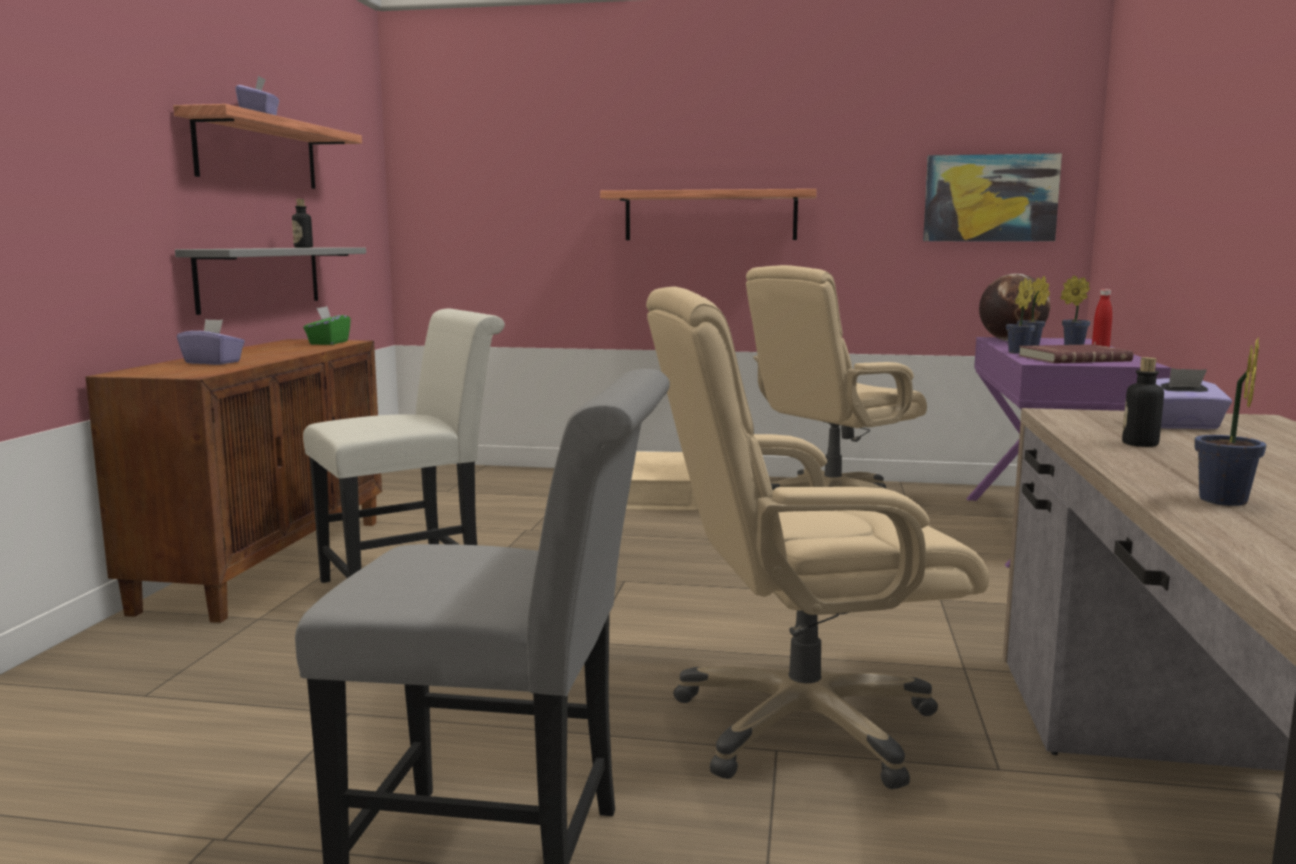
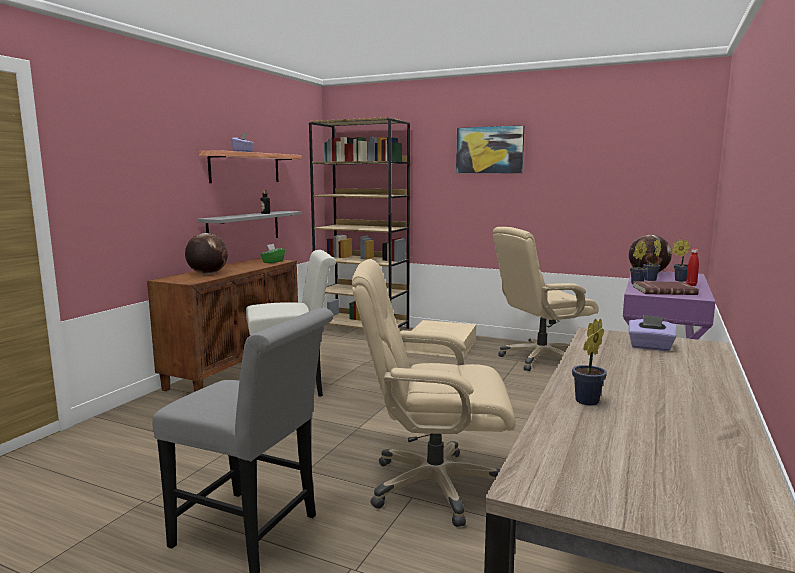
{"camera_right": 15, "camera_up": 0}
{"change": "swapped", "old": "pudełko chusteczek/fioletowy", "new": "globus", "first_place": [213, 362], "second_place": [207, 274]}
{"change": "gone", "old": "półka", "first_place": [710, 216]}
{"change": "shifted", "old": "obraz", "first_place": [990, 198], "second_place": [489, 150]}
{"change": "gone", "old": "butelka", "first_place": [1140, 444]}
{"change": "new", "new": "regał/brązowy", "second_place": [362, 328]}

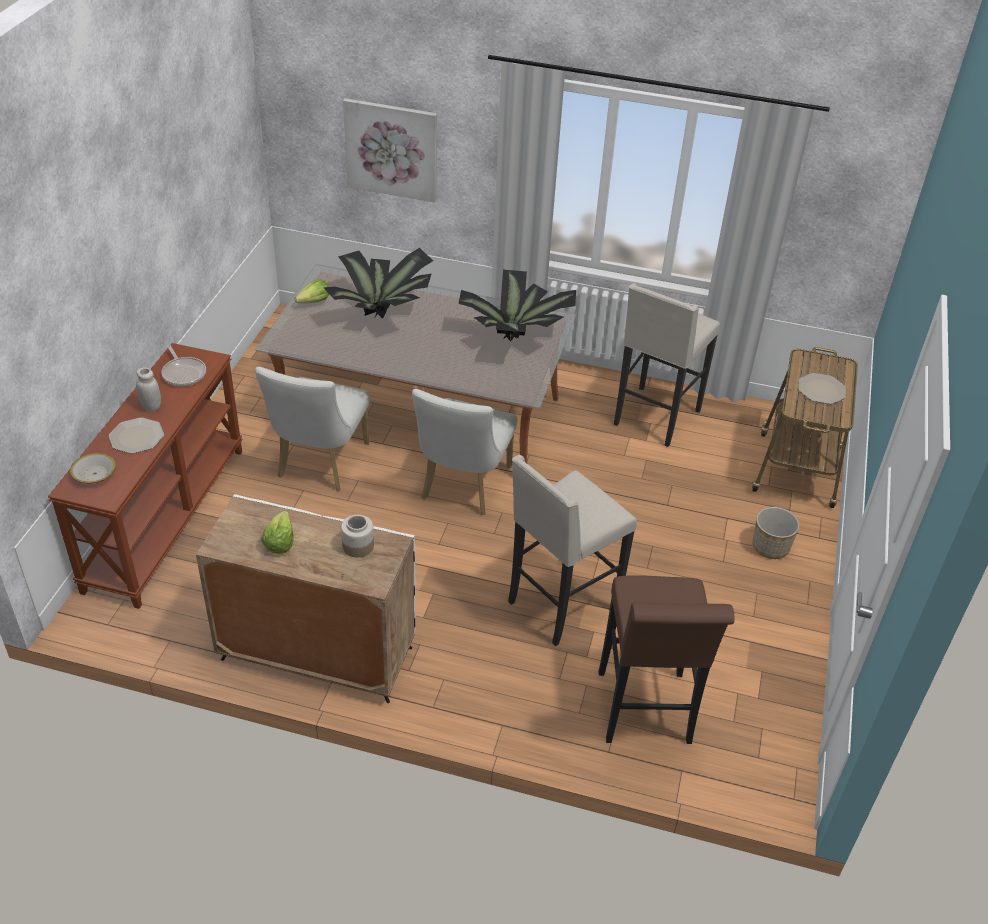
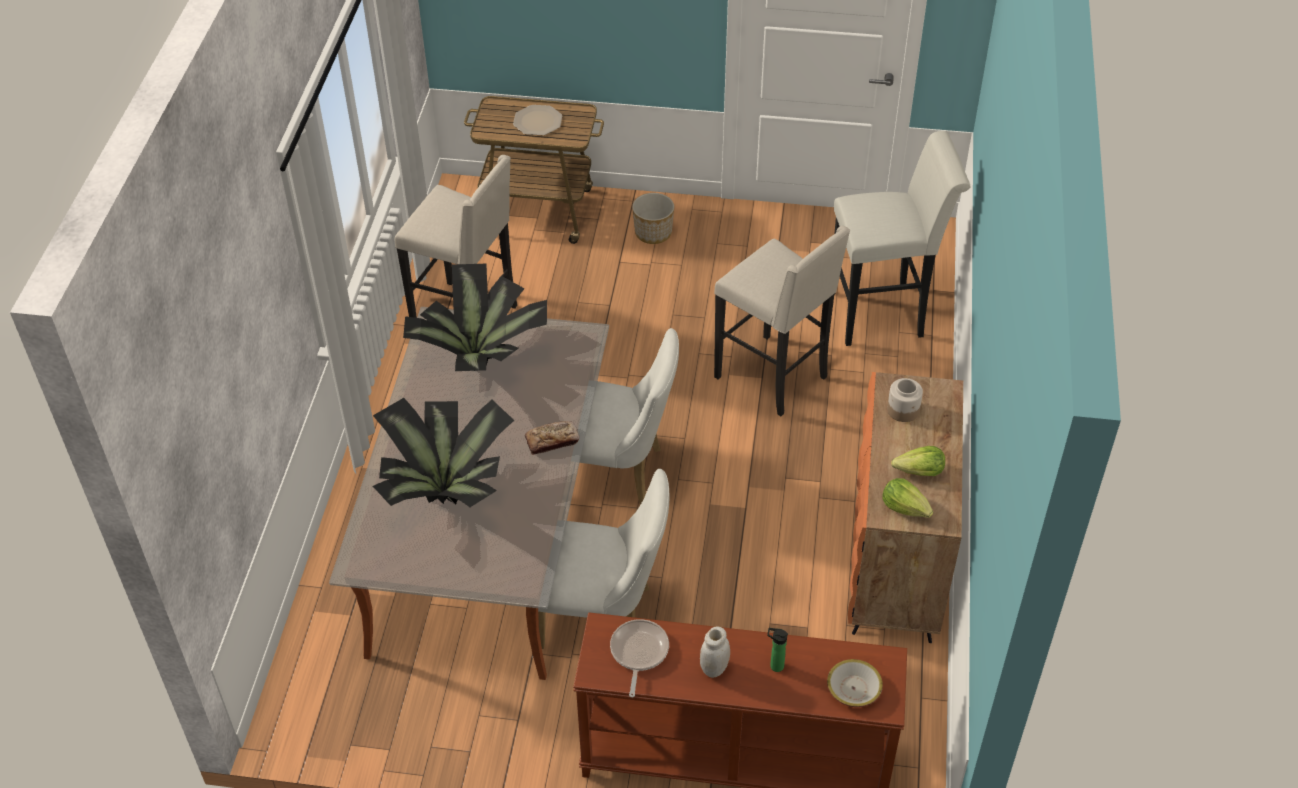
{"camera_right": -95, "camera_up": 5}
{"change": "swapped", "old": "talerz", "new": "butelka", "first_place": [137, 436], "second_place": [774, 666]}
{"change": "rotated", "old": "patelnia", "first_place": [183, 373], "second_place": [638, 652], "degrees": -45}
{"change": "repainted", "old": "szafka/biały", "new": "szafka/pomarańczowy", "first_place": [315, 654], "second_place": [896, 561]}
{"change": "shifted", "old": "sałata", "first_place": [314, 302], "second_place": [905, 507]}
{"change": "gone", "old": "obraz", "first_place": [392, 149]}
{"change": "repainted", "old": "stołek/brązowy", "new": "stołek/biały", "first_place": [645, 714], "second_place": [884, 313]}
{"change": "new", "new": "chleb", "second_place": [552, 441]}

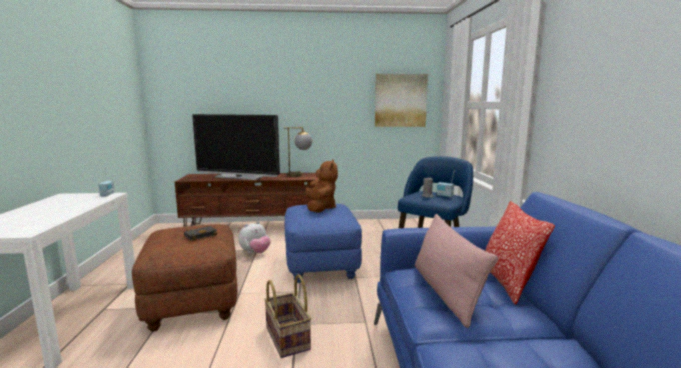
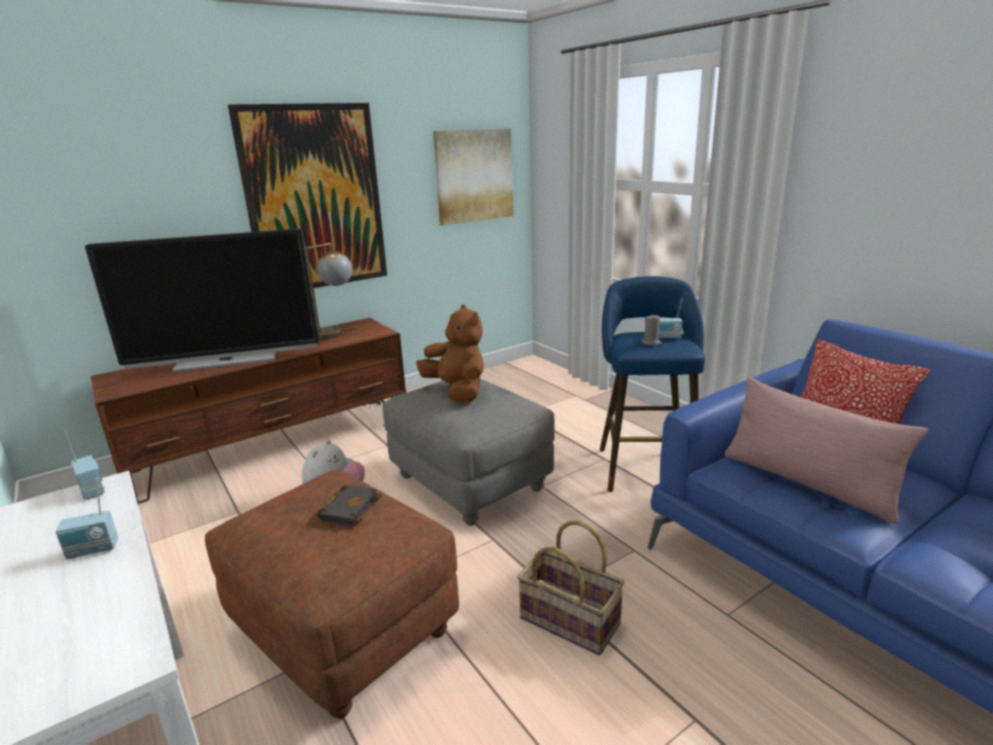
{"camera_right": -30, "camera_up": 10}
{"change": "repainted", "old": "pufa/niebieski", "new": "pufa/szary", "first_place": [321, 265], "second_place": [471, 482]}
{"change": "new", "new": "radio", "second_place": [93, 551]}
{"change": "new", "new": "obraz", "second_place": [315, 199]}

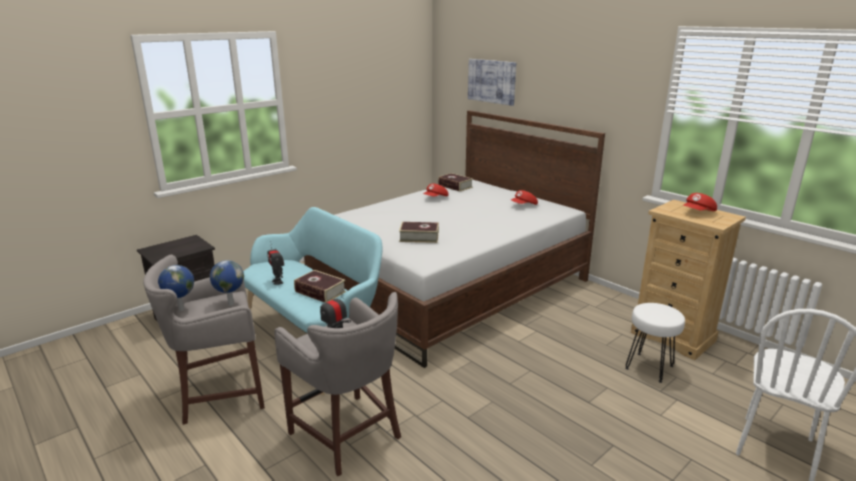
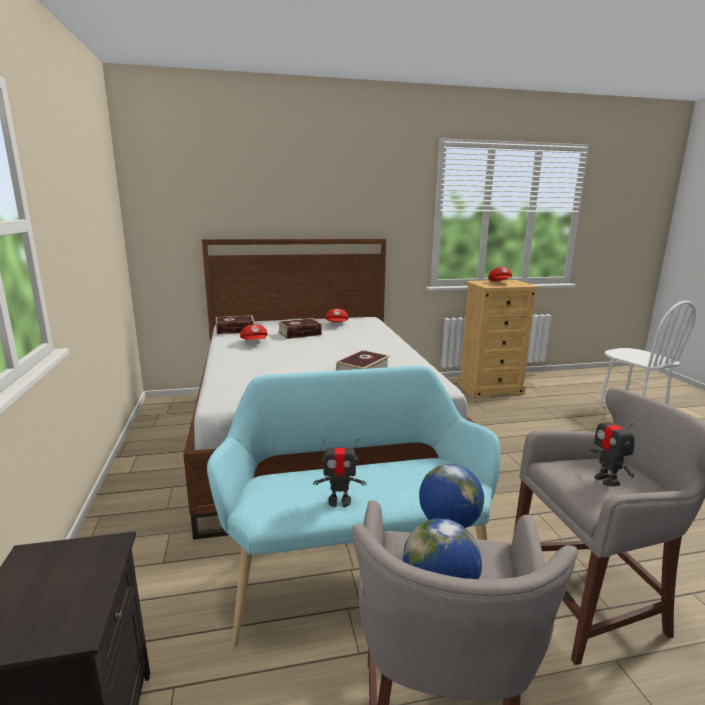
{"camera_right": -60, "camera_up": -5}
{"change": "shifted", "old": "książka", "first_place": [320, 292], "second_place": [300, 333]}
{"change": "gone", "old": "obraz", "first_place": [491, 81]}
{"change": "gone", "old": "stołek/biały", "first_place": [649, 367]}

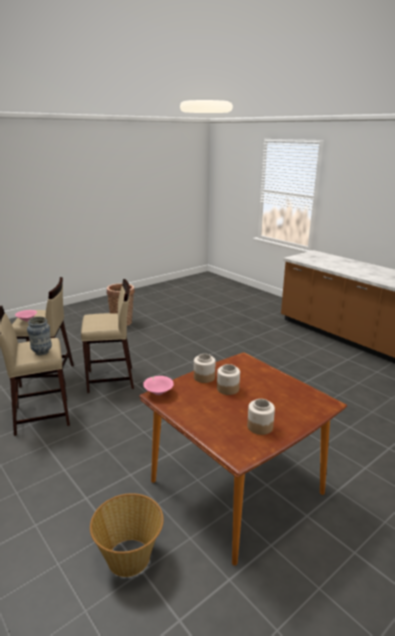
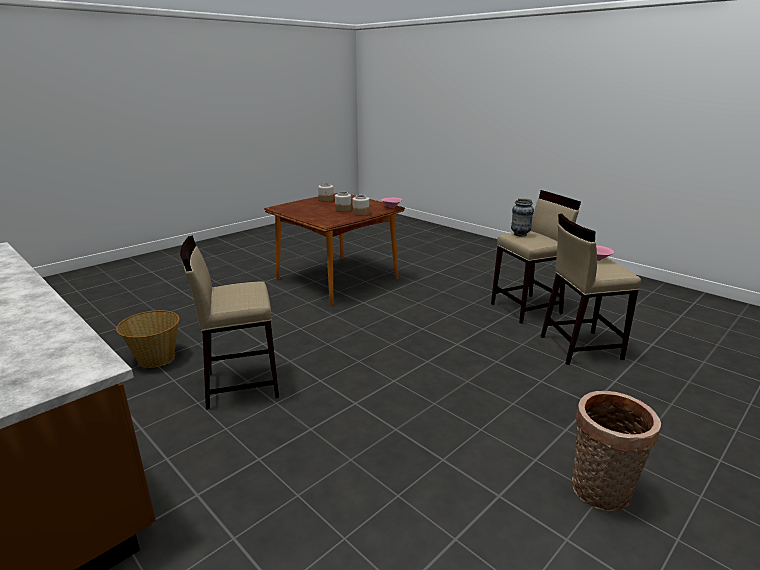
{"camera_right": 175, "camera_up": 0}
{"change": "shifted", "old": "stołek/beżowy", "first_place": [111, 380], "second_place": [241, 384]}
{"change": "shifted", "old": "koszyk", "first_place": [129, 557], "second_place": [155, 358]}

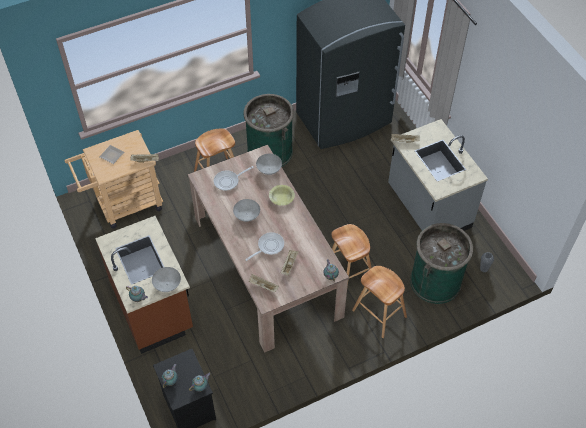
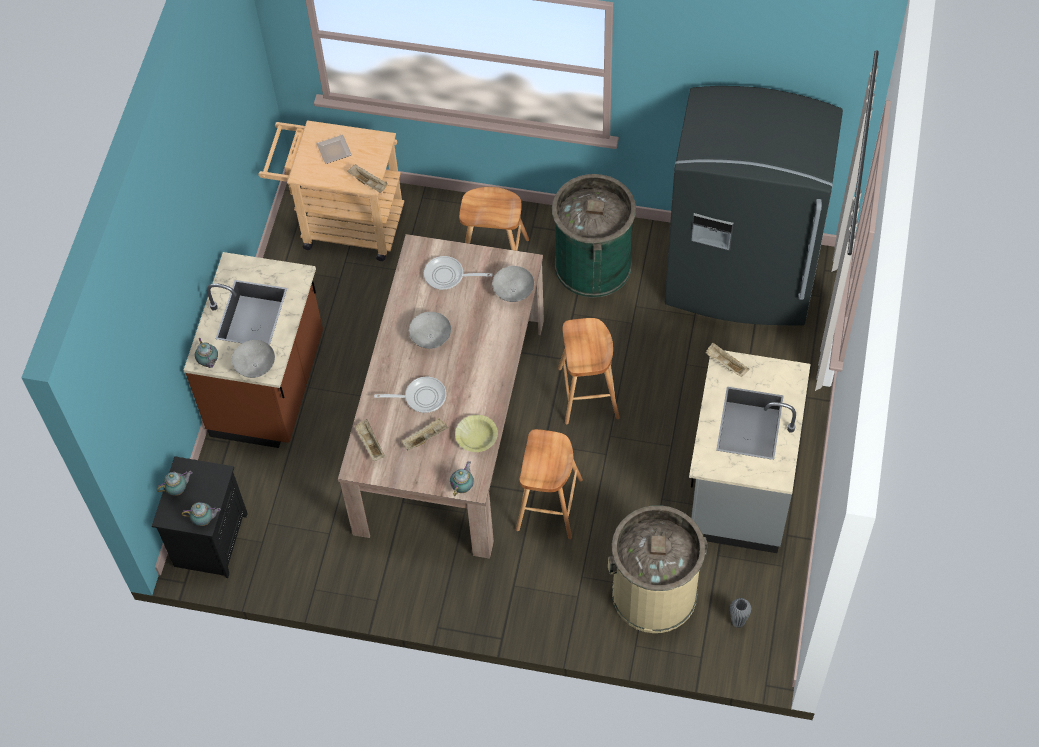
{"camera_right": 40, "camera_up": 5}
{"change": "shifted", "old": "miska/żółty", "first_place": [281, 198], "second_place": [476, 437]}
{"change": "shifted", "old": "stołek/brązowy", "first_place": [379, 313], "second_place": [588, 392]}
{"change": "repainted", "old": "kosz na śmieci/zielony", "new": "kosz na śmieci/beżowy", "first_place": [435, 281], "second_place": [654, 593]}

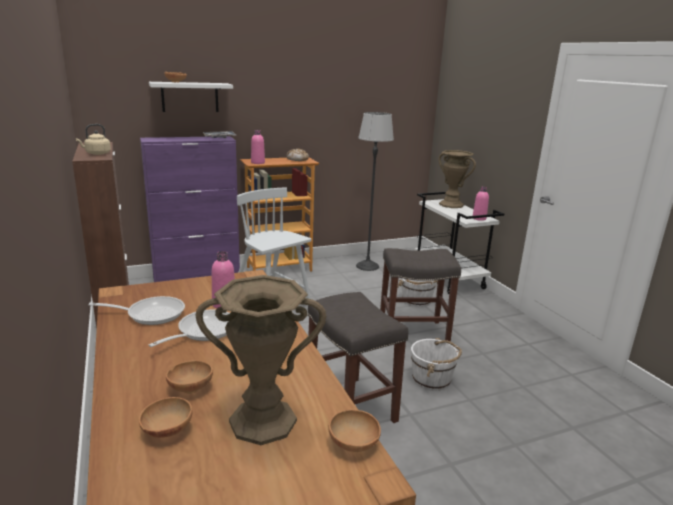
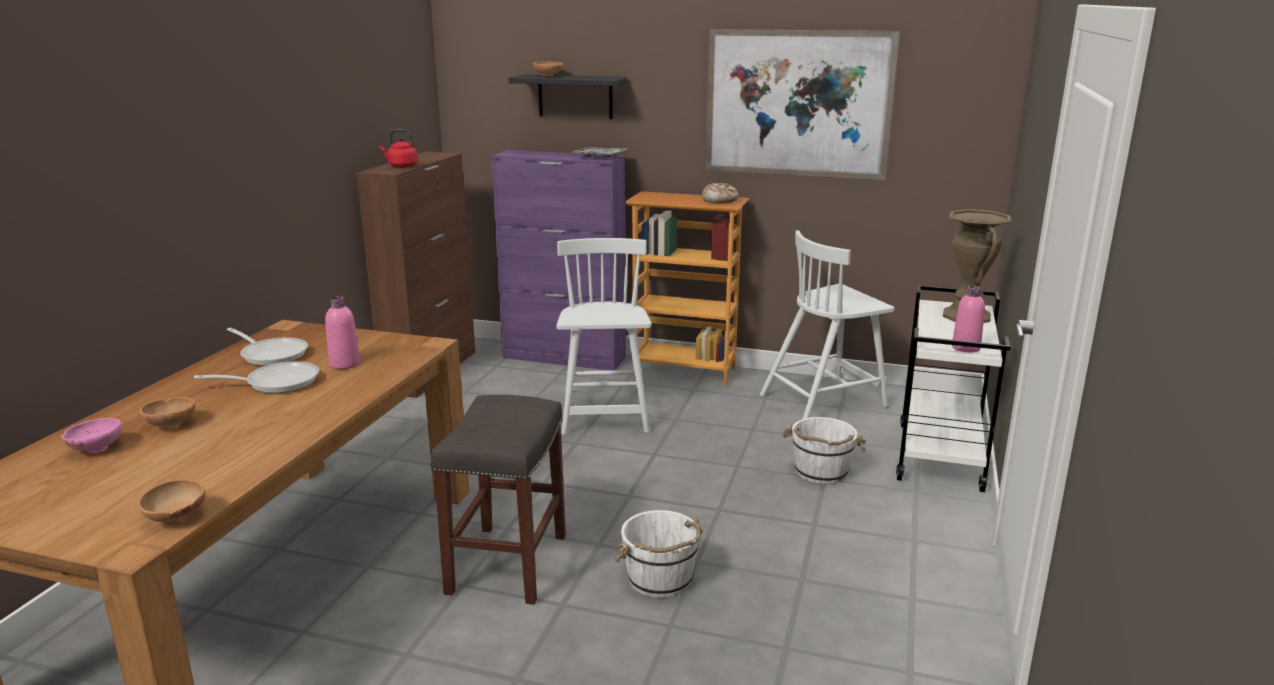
{"camera_right": 40, "camera_up": 0}
{"change": "repainted", "old": "czajnik/beżowy", "new": "czajnik/czerwony", "first_place": [96, 153], "second_place": [401, 166]}
{"change": "repainted", "old": "miska/brązowy", "new": "miska/różowy", "first_place": [166, 431], "second_place": [96, 448]}
{"change": "repainted", "old": "półka/biały", "new": "półka/czarny", "first_place": [190, 97], "second_place": [575, 96]}
{"change": "gone", "old": "wazon/brązowy", "first_place": [262, 421]}
{"change": "gone", "old": "butelka/różowy", "first_place": [258, 162]}
{"change": "swapped", "old": "lampa stojąca", "new": "krzesło/biały", "first_place": [367, 266], "second_place": [824, 400]}
{"change": "gone", "old": "stołek/szary", "first_place": [414, 332]}
{"change": "new", "new": "obraz", "second_place": [797, 104]}

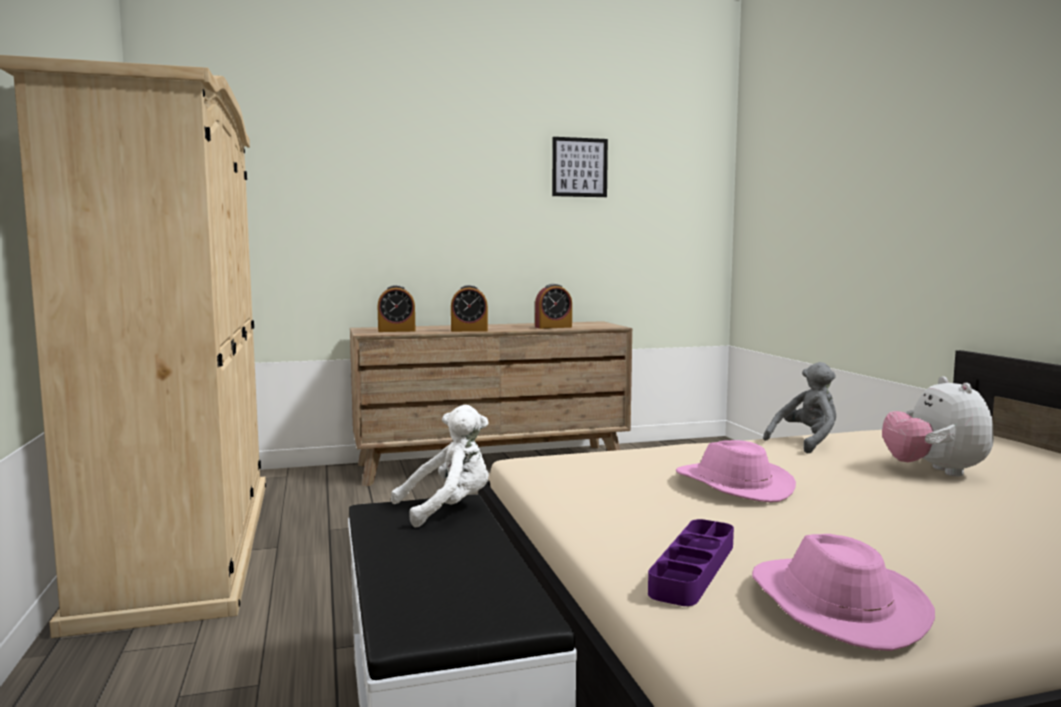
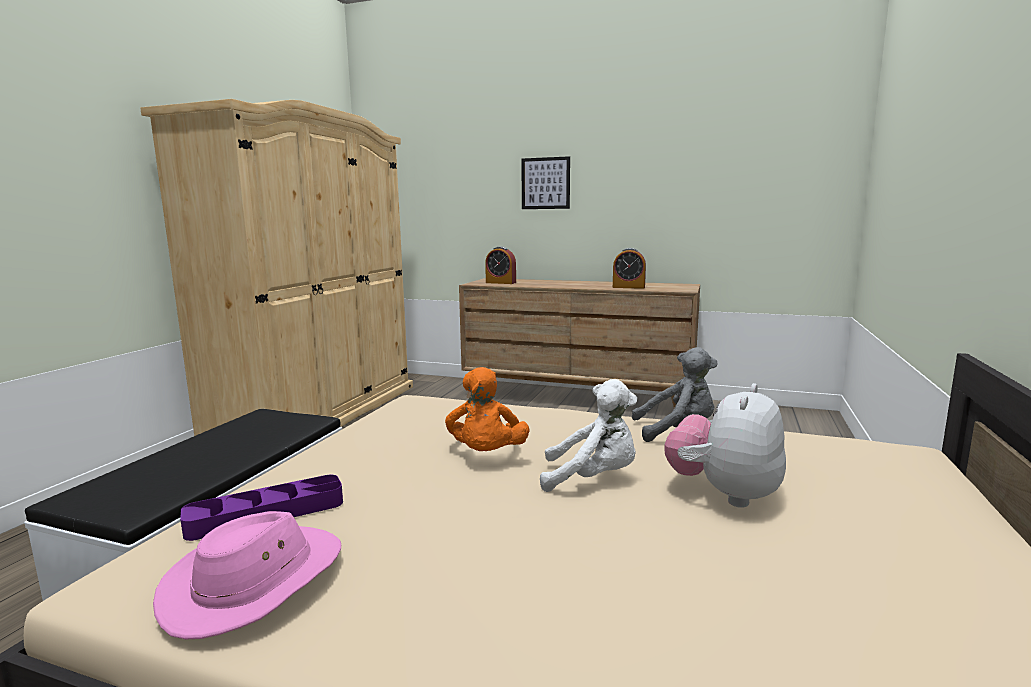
{"camera_right": 35, "camera_up": 5}
{"change": "shifted", "old": "pluszak/biały", "first_place": [448, 509], "second_place": [593, 479]}
{"change": "gone", "old": "budzik", "first_place": [469, 330]}
{"change": "shifted", "old": "obraz", "first_place": [579, 167], "second_place": [545, 183]}
{"change": "swapped", "old": "kapelusz/różowy", "new": "pluszak/pomarańczowy", "first_place": [731, 485], "second_place": [486, 455]}

